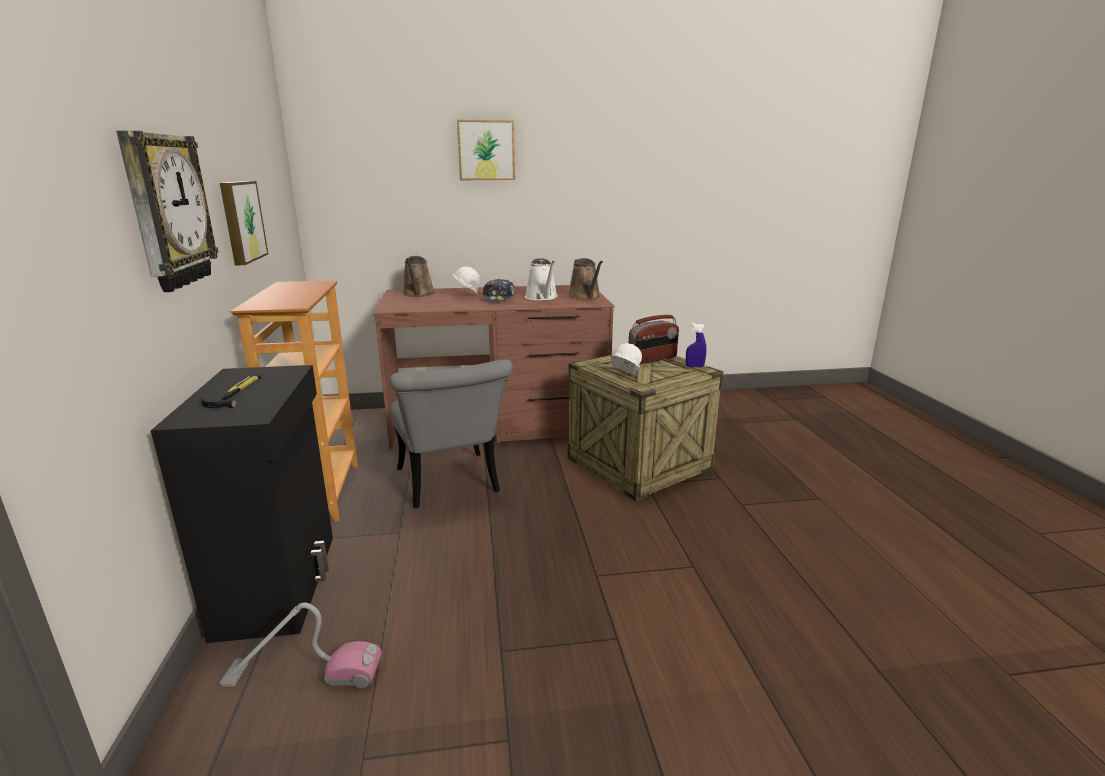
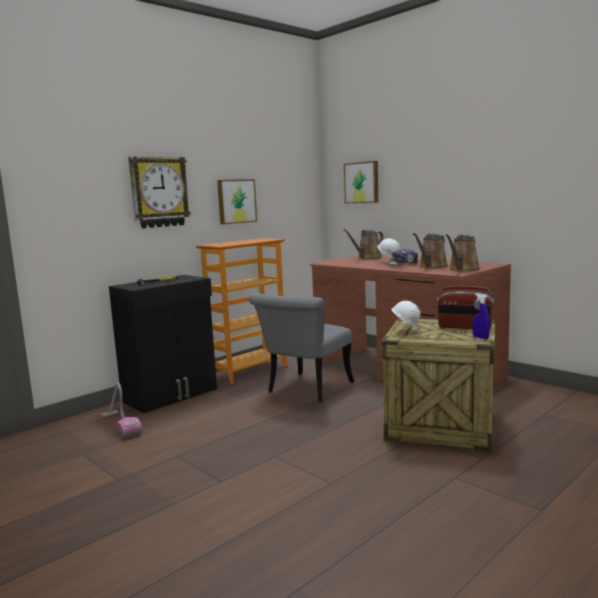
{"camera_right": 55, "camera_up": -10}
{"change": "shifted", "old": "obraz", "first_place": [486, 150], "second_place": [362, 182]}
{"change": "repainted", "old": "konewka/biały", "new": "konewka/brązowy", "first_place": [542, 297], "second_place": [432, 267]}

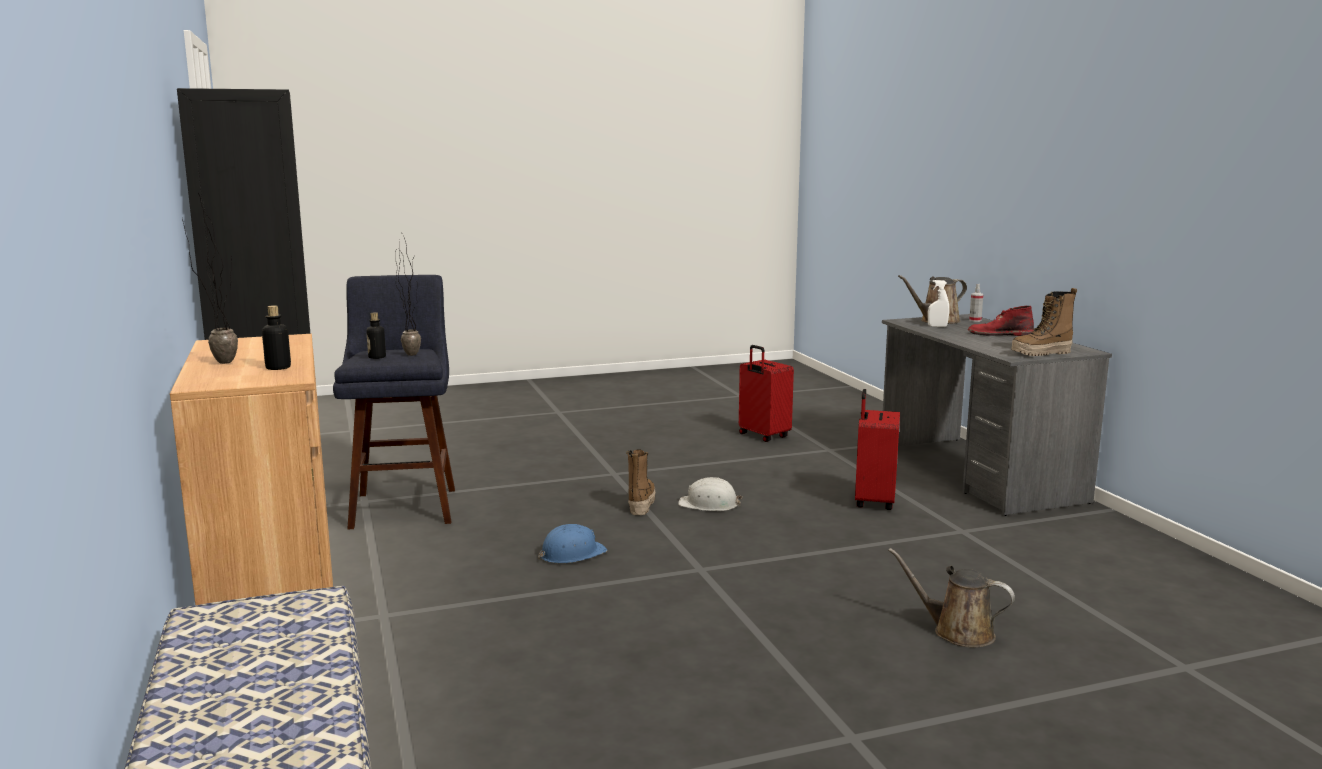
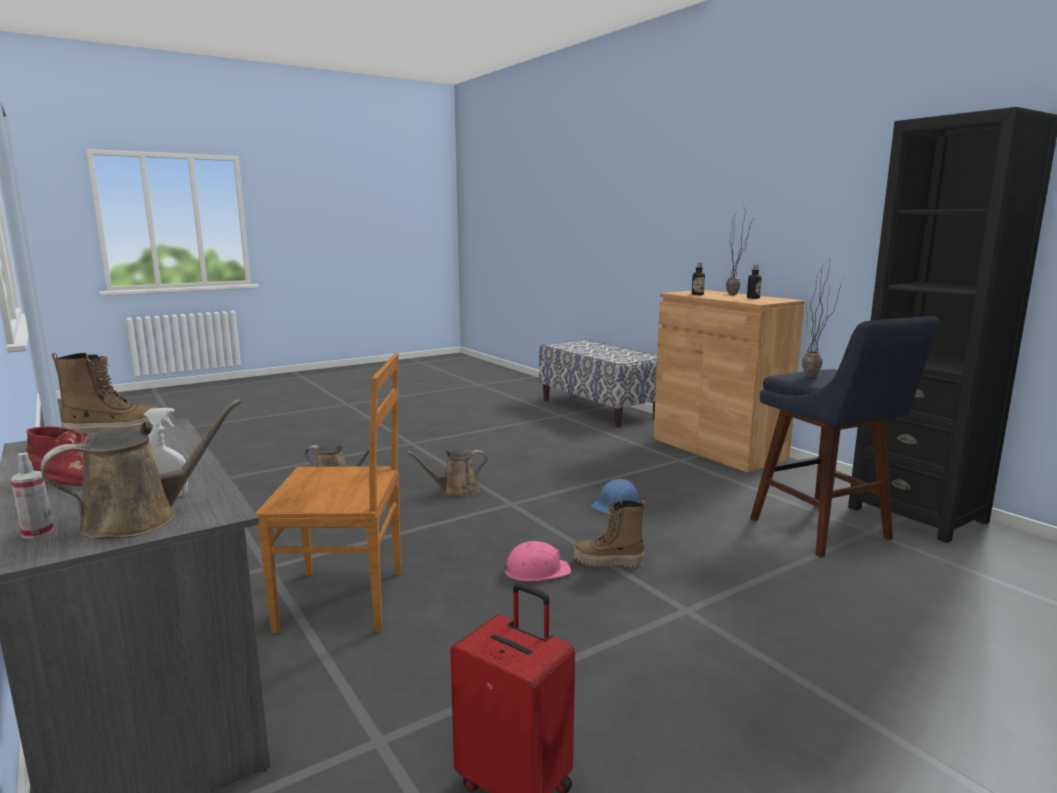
{"camera_right": 165, "camera_up": 0}
{"change": "shifted", "old": "butelka", "first_place": [377, 357], "second_place": [753, 298]}
{"change": "rotated", "old": "but z cholewką", "first_place": [640, 504], "second_place": [608, 562], "degrees": 105}
{"change": "repainted", "old": "kask/biały", "new": "kask/różowy", "first_place": [709, 504], "second_place": [536, 571]}
{"change": "swapped", "old": "walizka/czerwony", "new": "krzesło/brązowy", "first_place": [873, 502], "second_place": [346, 600]}
{"change": "new", "new": "konewka/brązowy", "second_place": [456, 491]}

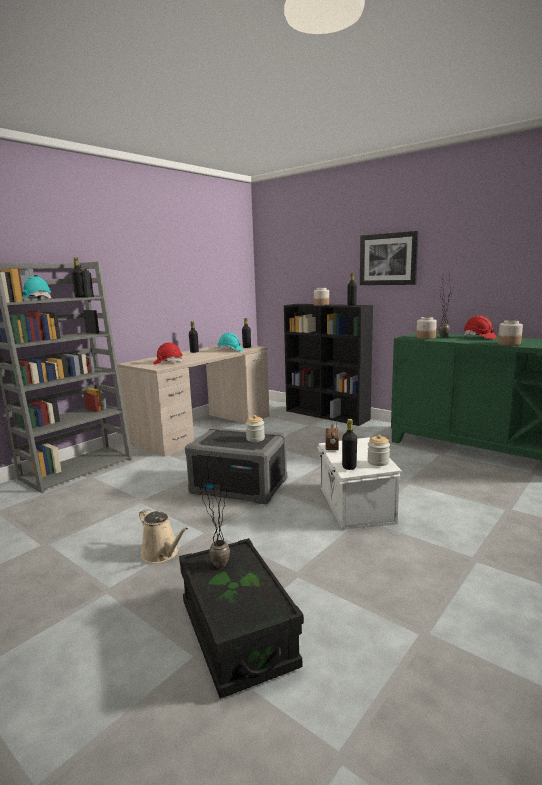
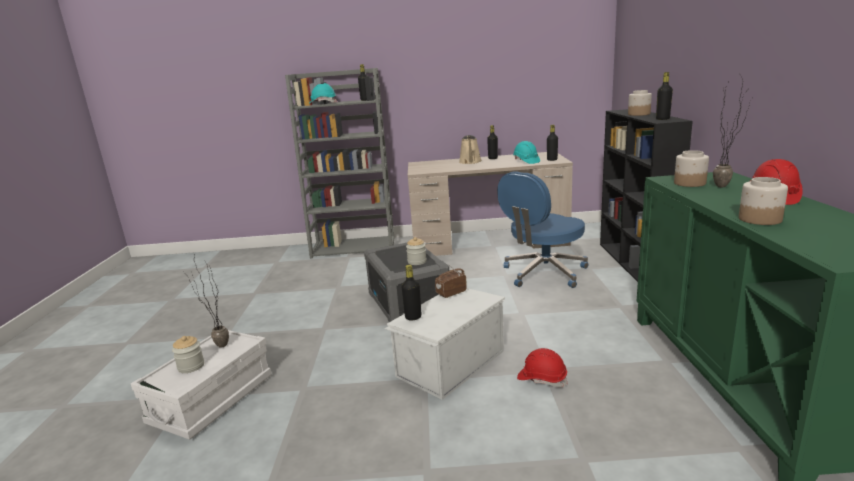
{"camera_right": 50, "camera_up": 5}
{"change": "shifted", "old": "konewka/beżowy", "first_place": [162, 553], "second_place": [470, 162]}
{"change": "shifted", "old": "kask/czerwony", "first_place": [168, 362], "second_place": [542, 379]}
{"change": "repainted", "old": "pojemnik do przechowywania/czarny", "new": "pojemnik do przechowywania/biały", "first_place": [237, 634], "second_place": [212, 399]}
{"change": "gone", "old": "obraz", "first_place": [388, 259]}
{"change": "shifted", "old": "słoik", "first_place": [378, 462], "second_place": [191, 366]}
{"change": "new", "new": "krzesło biurowe/niebieski", "second_place": [543, 273]}

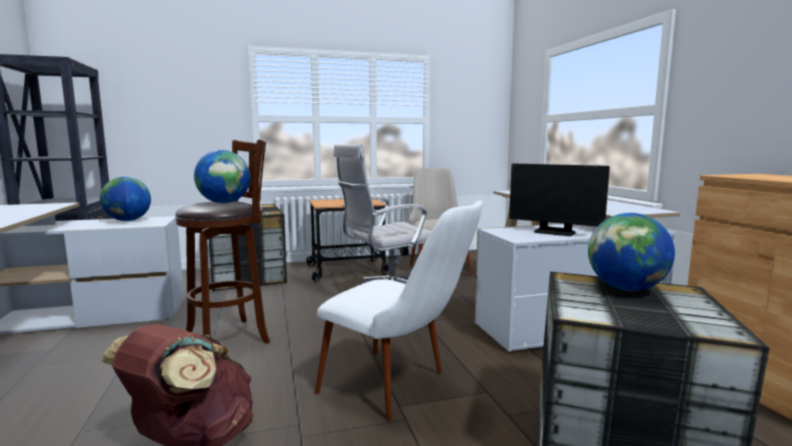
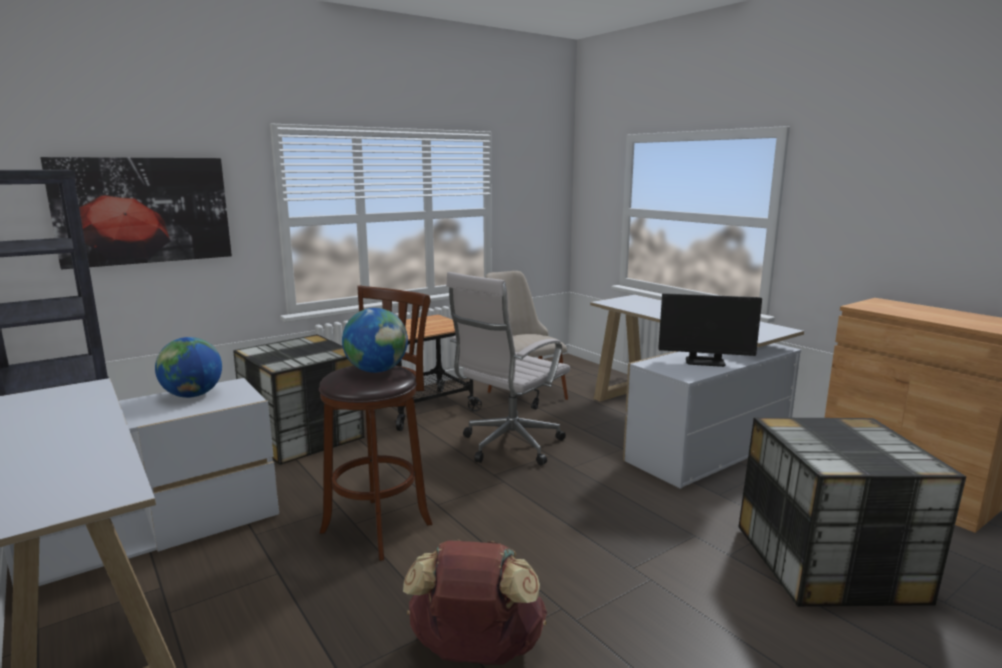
{"camera_right": -20, "camera_up": 5}
{"change": "gone", "old": "krzesło/biały", "first_place": [400, 388]}
{"change": "gone", "old": "globus", "first_place": [626, 289]}
{"change": "new", "new": "obraz", "second_place": [143, 210]}

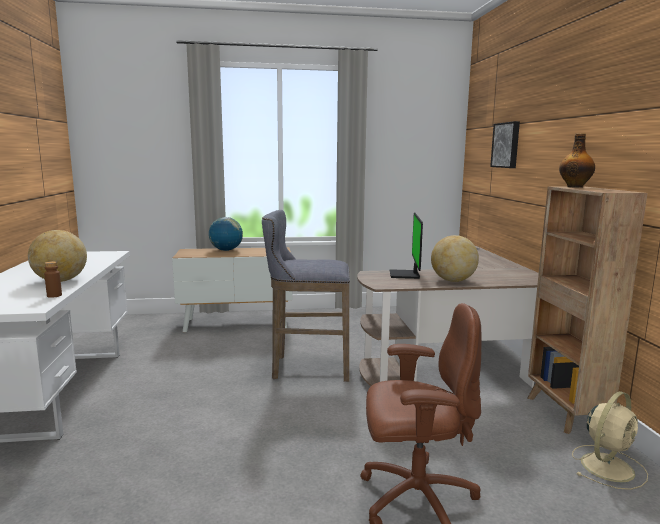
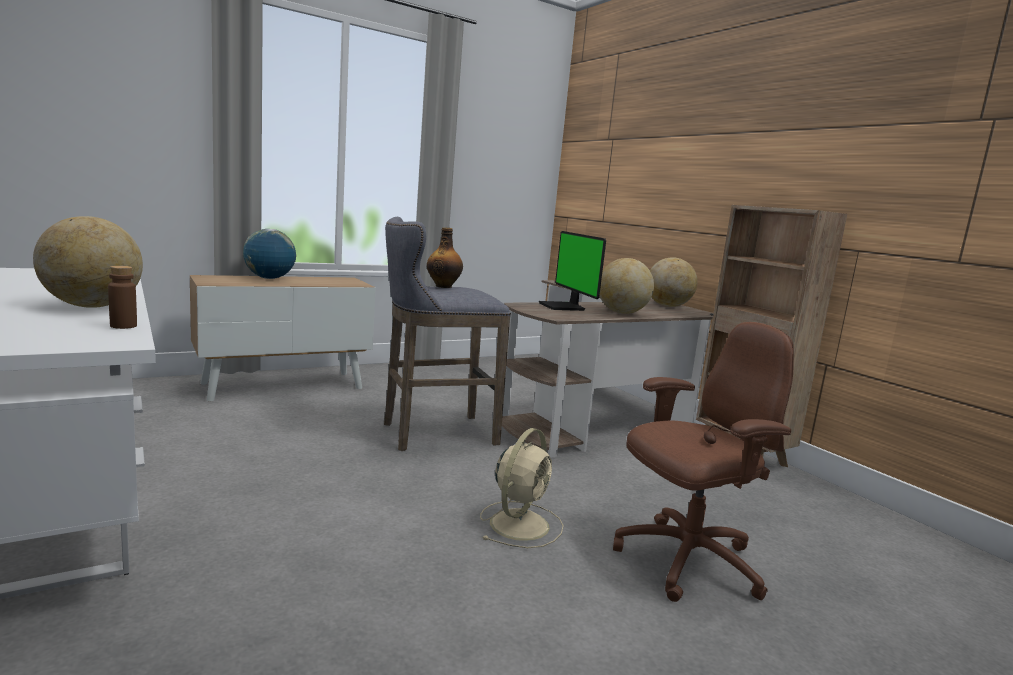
{"camera_right": -25, "camera_up": 0}
{"change": "gone", "old": "obraz", "first_place": [506, 145]}
{"change": "shifted", "old": "butelka", "first_place": [575, 187], "second_place": [443, 286]}
{"change": "shifted", "old": "wentylator/beżowy", "first_place": [608, 466], "second_place": [520, 523]}
{"change": "new", "new": "globus", "second_place": [668, 306]}

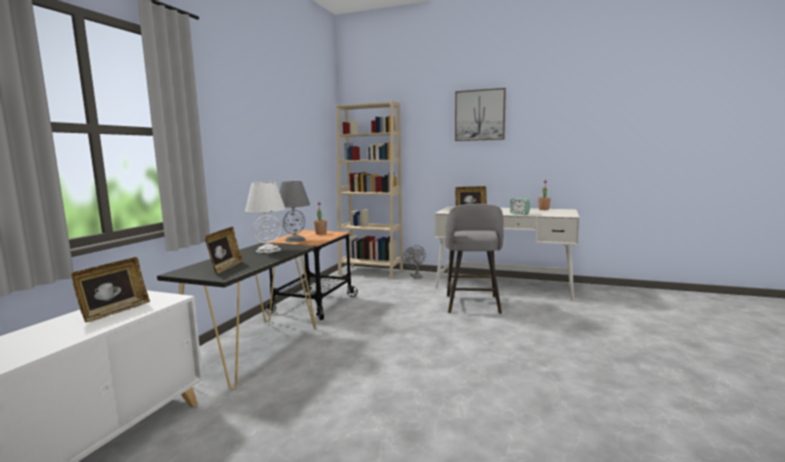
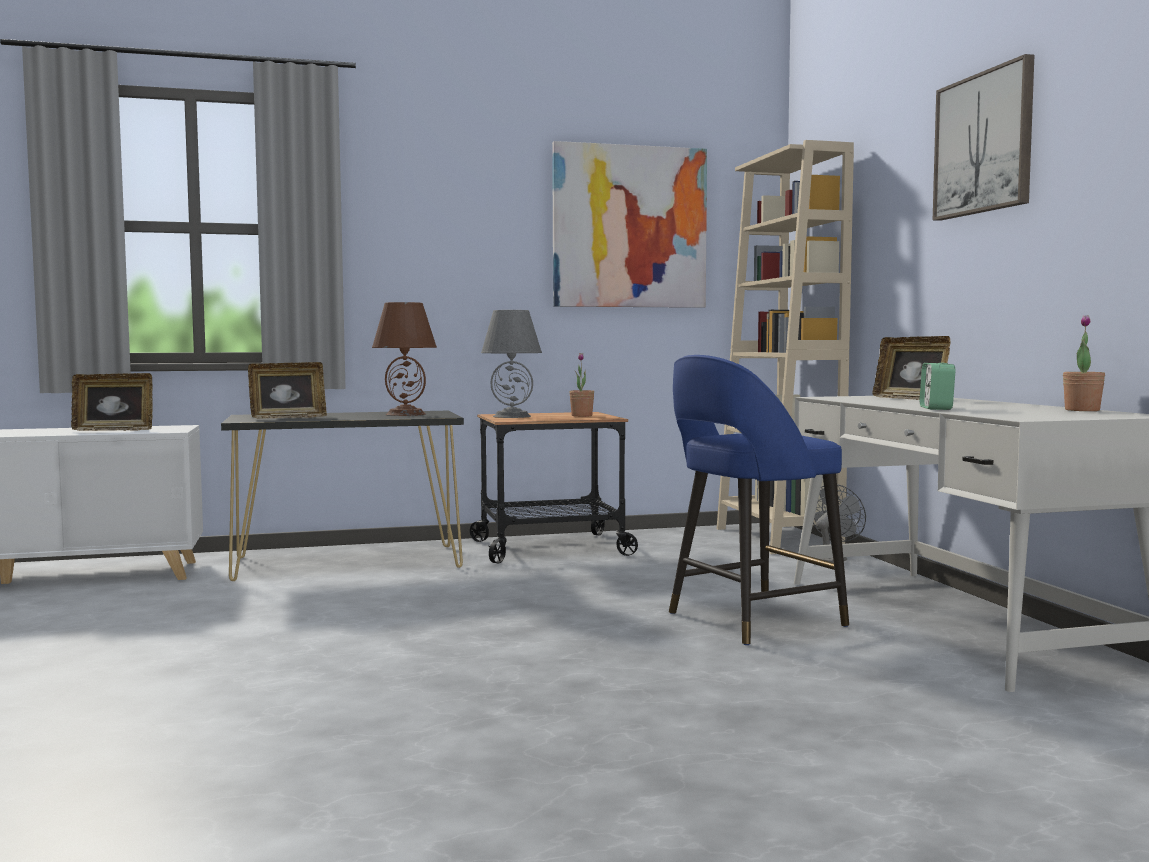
{"camera_right": 55, "camera_up": -5}
{"change": "repainted", "old": "lampa stołowa/biały", "new": "lampa stołowa/brązowy", "first_place": [268, 250], "second_place": [406, 414]}
{"change": "repainted", "old": "stołek/szary", "new": "stołek/niebieski", "first_place": [472, 305], "second_place": [751, 620]}
{"change": "new", "new": "obraz", "second_place": [629, 227]}

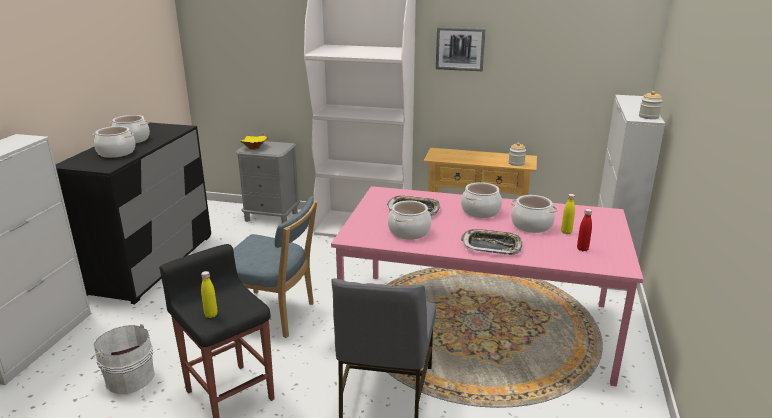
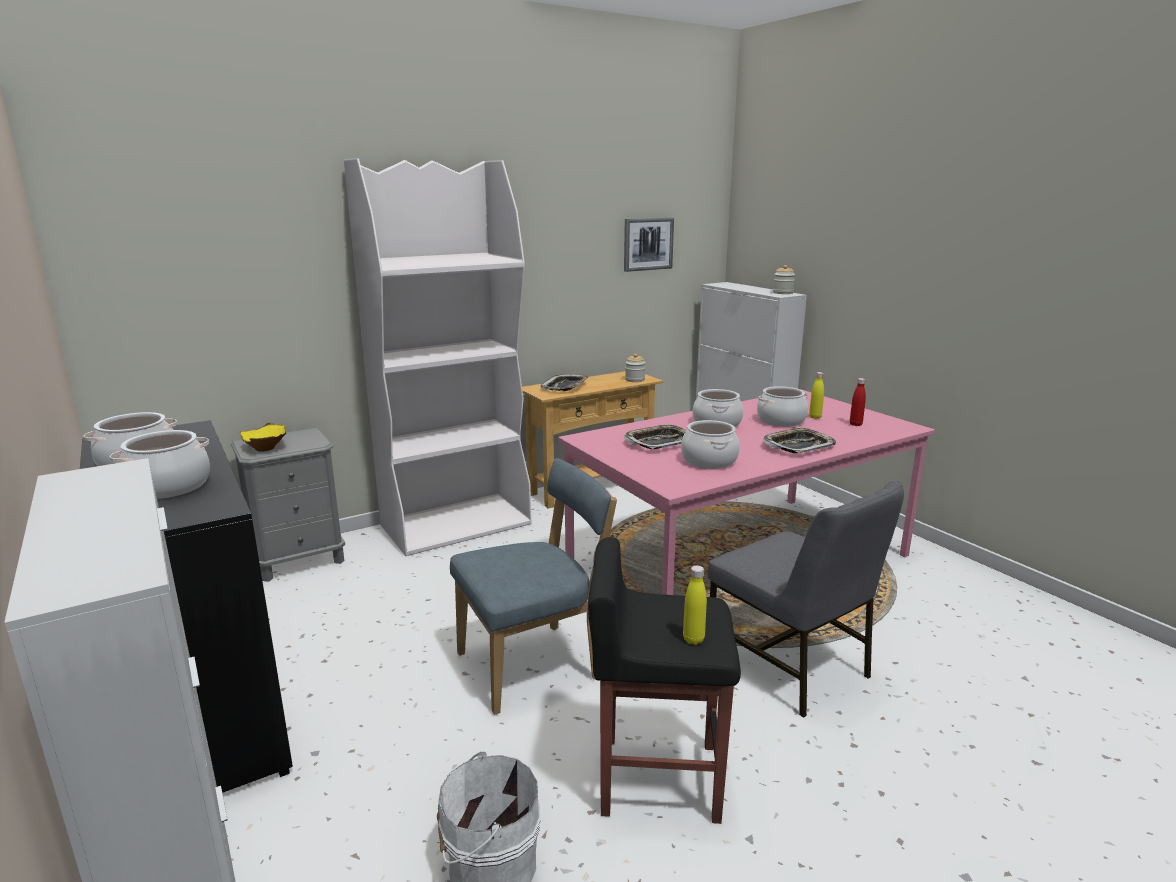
{"camera_right": -45, "camera_up": -5}
{"change": "shifted", "old": "obraz", "first_place": [460, 48], "second_place": [647, 244]}
{"change": "new", "new": "taca", "second_place": [565, 386]}

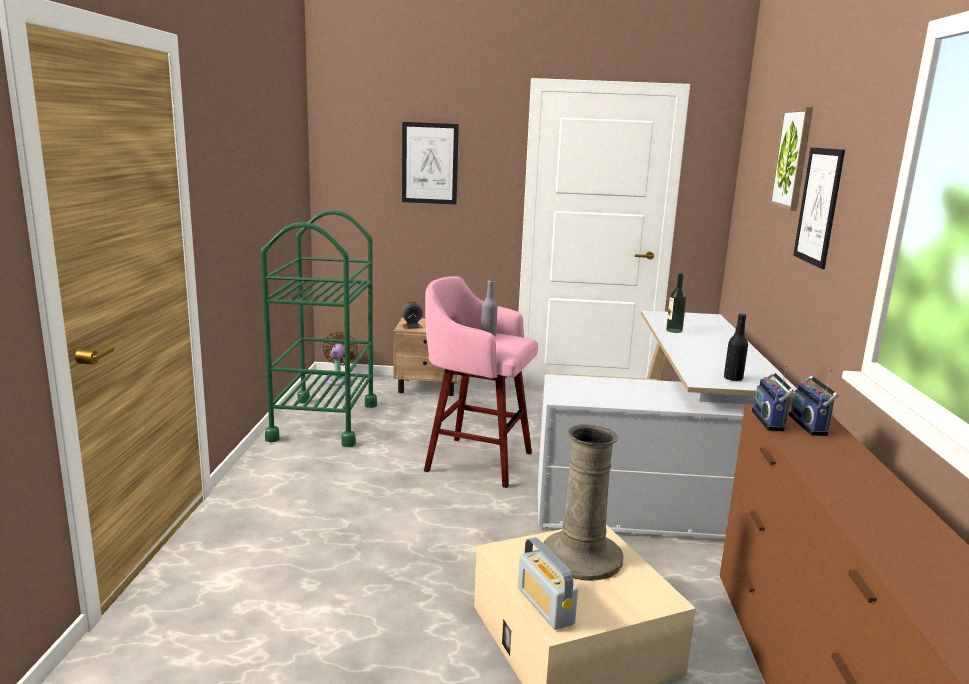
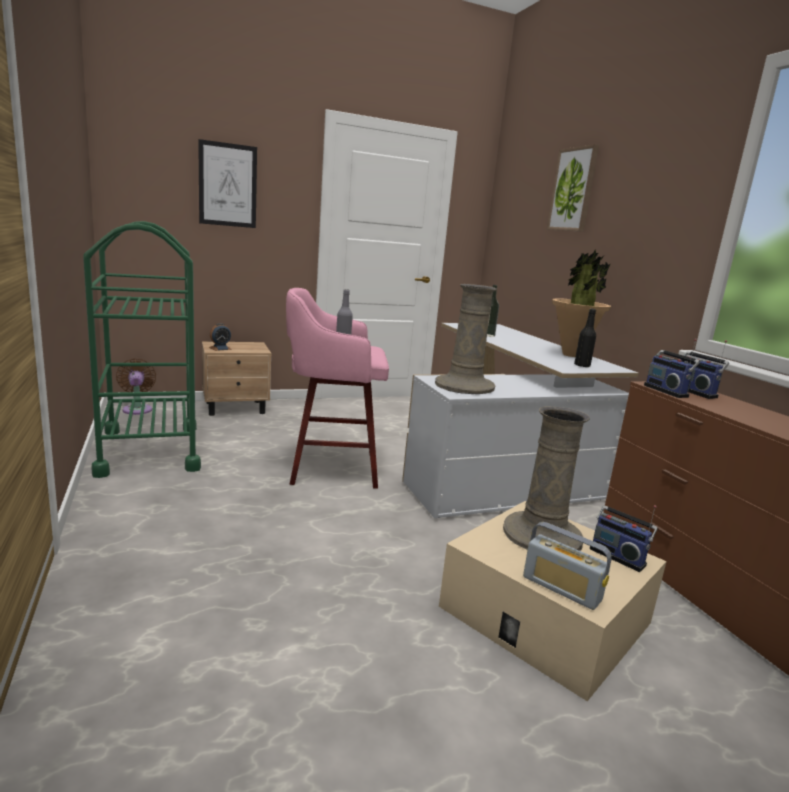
{"camera_right": -25, "camera_up": 0}
{"change": "gone", "old": "obraz", "first_place": [818, 206]}
{"change": "new", "new": "wazon/beżowy", "second_place": [464, 385]}
{"change": "new", "new": "roślina doniczkowa", "second_place": [571, 355]}
{"change": "new", "new": "radio", "second_place": [618, 556]}

